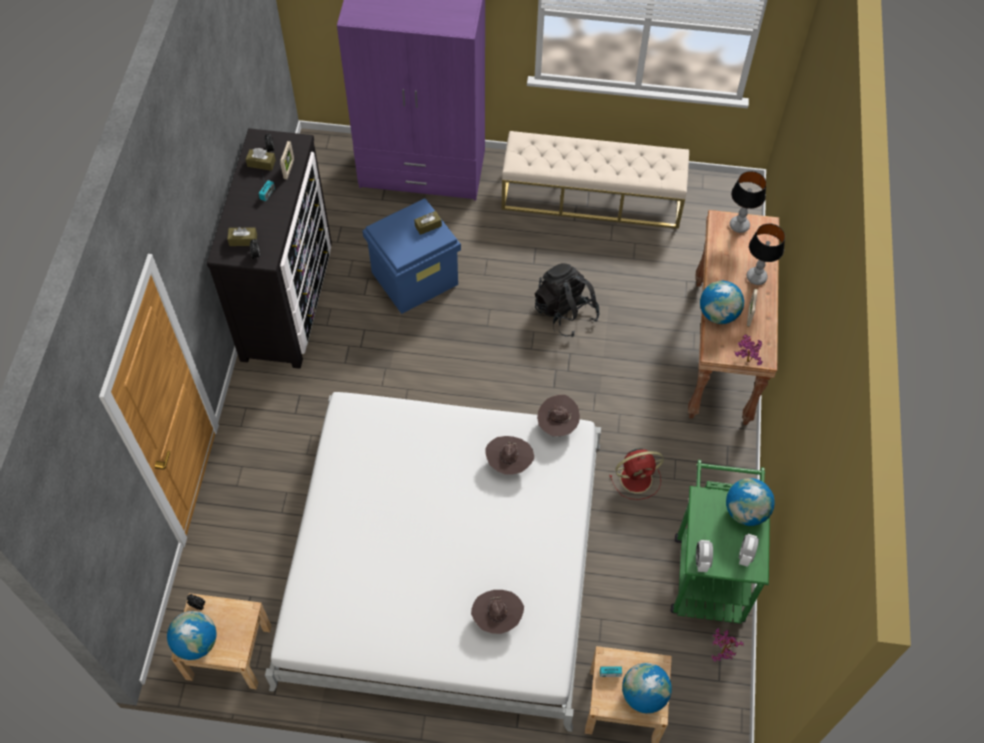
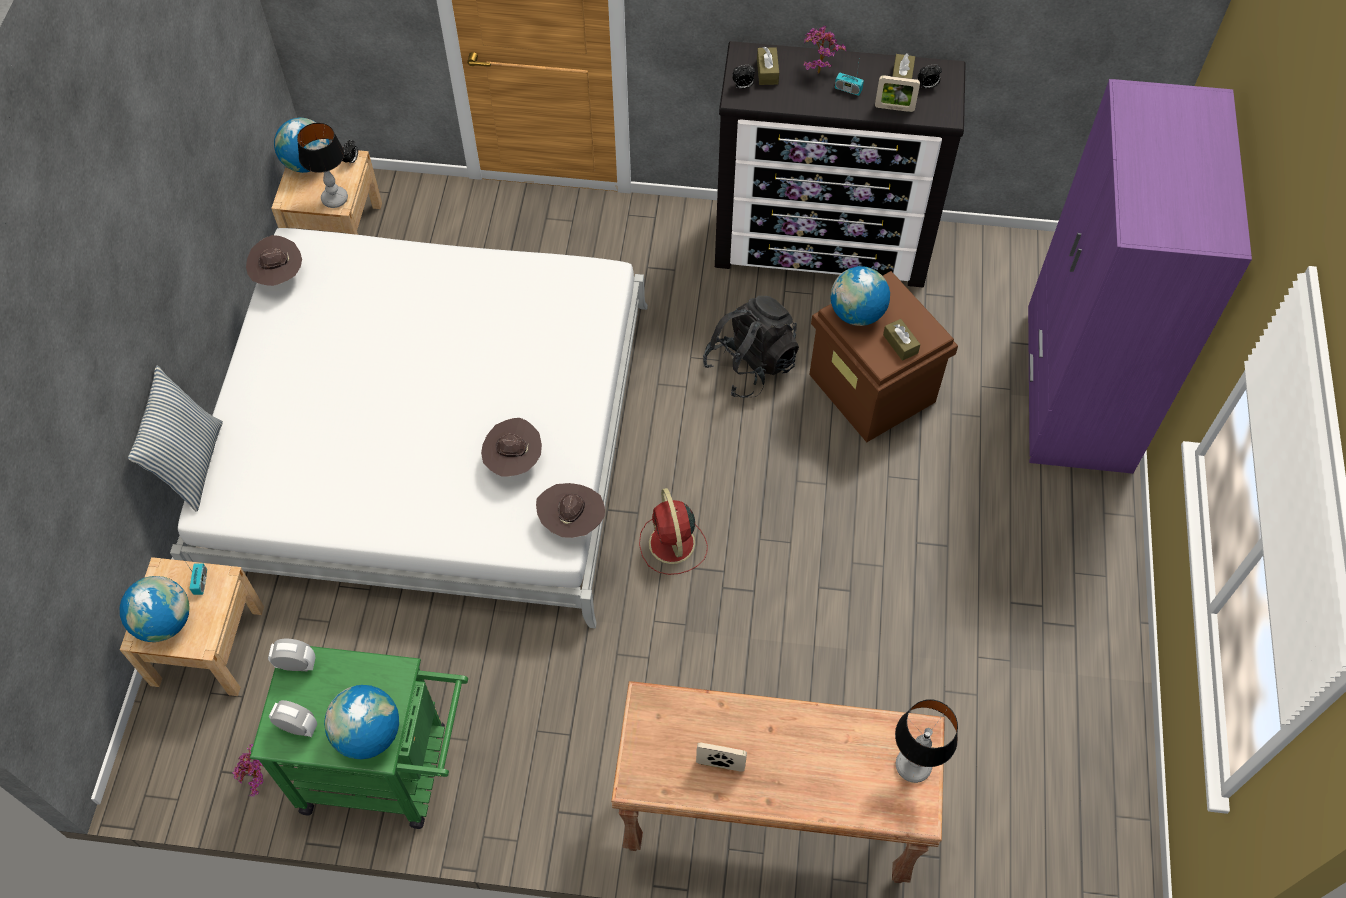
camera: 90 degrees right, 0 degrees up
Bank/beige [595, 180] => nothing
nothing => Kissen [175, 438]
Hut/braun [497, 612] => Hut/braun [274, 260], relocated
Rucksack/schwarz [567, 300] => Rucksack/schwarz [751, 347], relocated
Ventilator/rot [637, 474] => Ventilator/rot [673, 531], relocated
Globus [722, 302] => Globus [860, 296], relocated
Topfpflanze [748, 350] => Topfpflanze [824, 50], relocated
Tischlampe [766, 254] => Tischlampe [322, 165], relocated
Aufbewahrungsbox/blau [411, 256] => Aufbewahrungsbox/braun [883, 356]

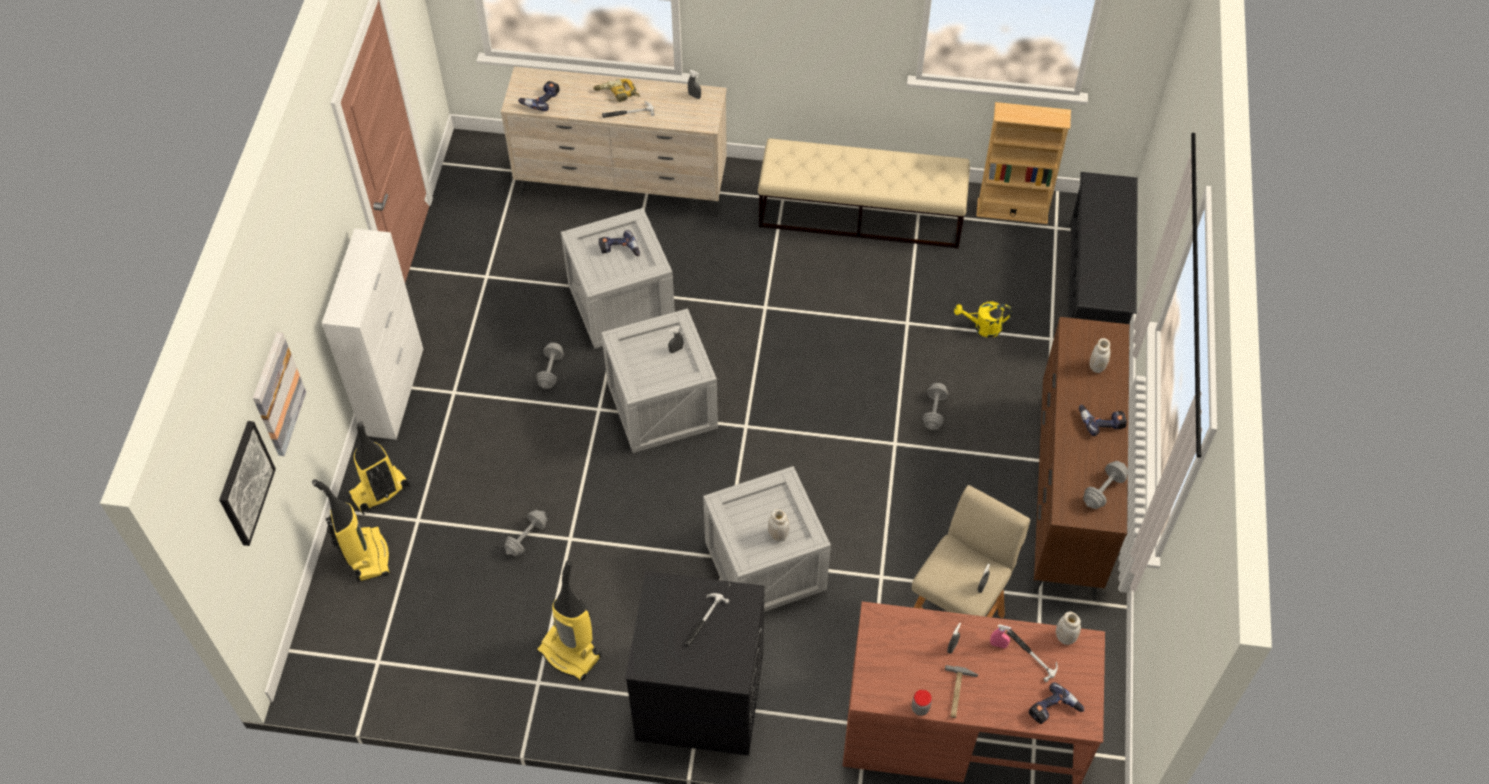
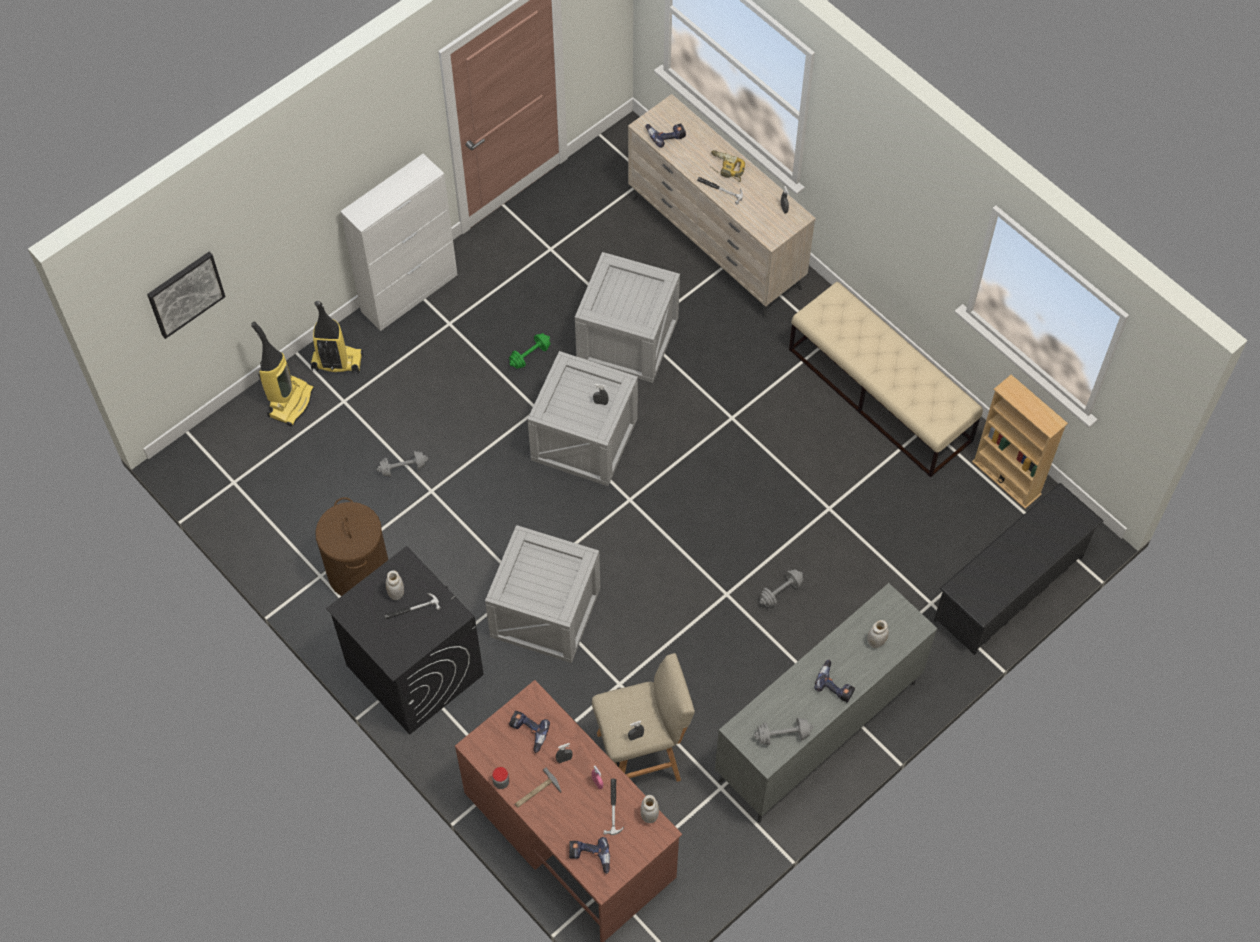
camera: 40 degrees right, 5 degrees up
Bild [279, 394] => nothing
Gießkanne/gelb [983, 320] => nothing
Bohrmaschine [619, 243] => Bohrmaschine [529, 732], relocated
Vorratsglas/weiß [778, 525] => Vorratsglas/weiß [395, 585], relocated
Staubsauger [568, 621] => Wäschekorb/braun [351, 546]
Hantel/grau [550, 366] => Hantel/grün [529, 351]
Kommode/braun [1081, 459] => Kommode/grau [826, 703]

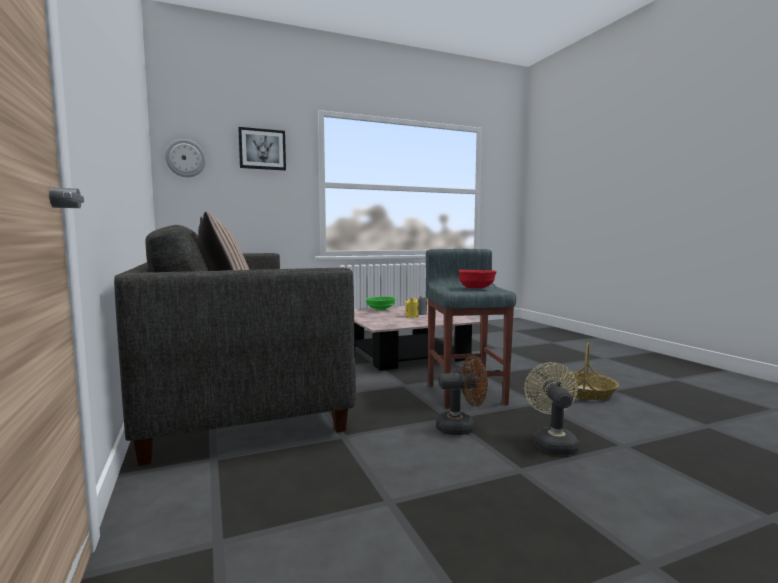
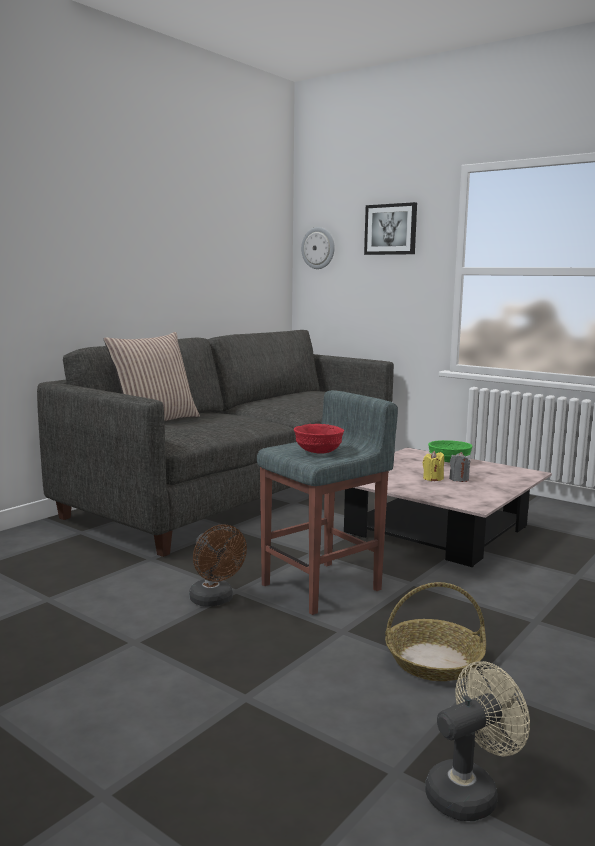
camera: 60 degrees right, 5 degrees up
Ventilator/beige [551, 408] => Ventilator/beige [477, 741], relocated

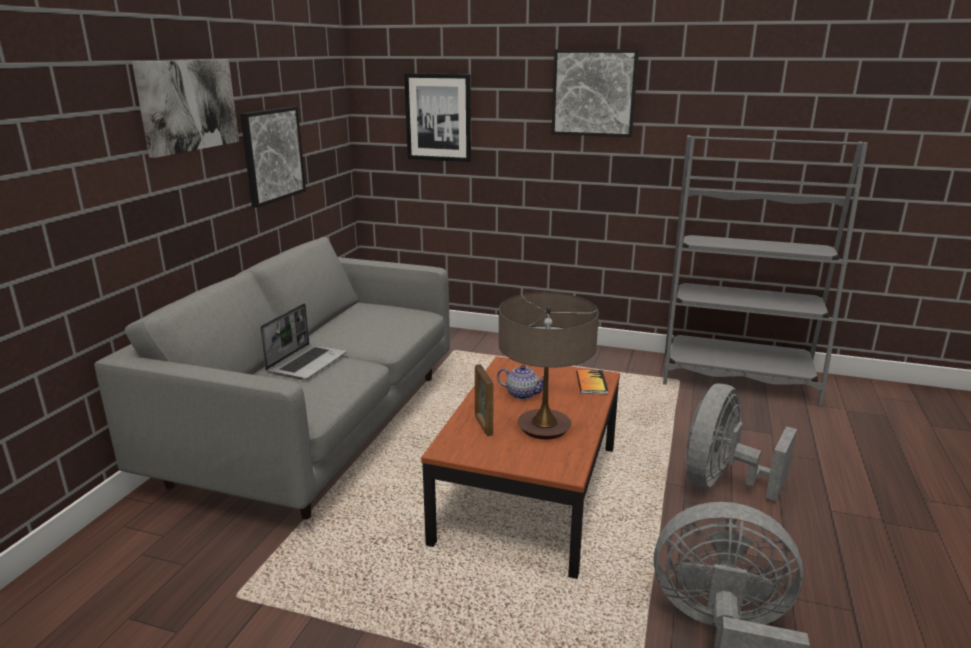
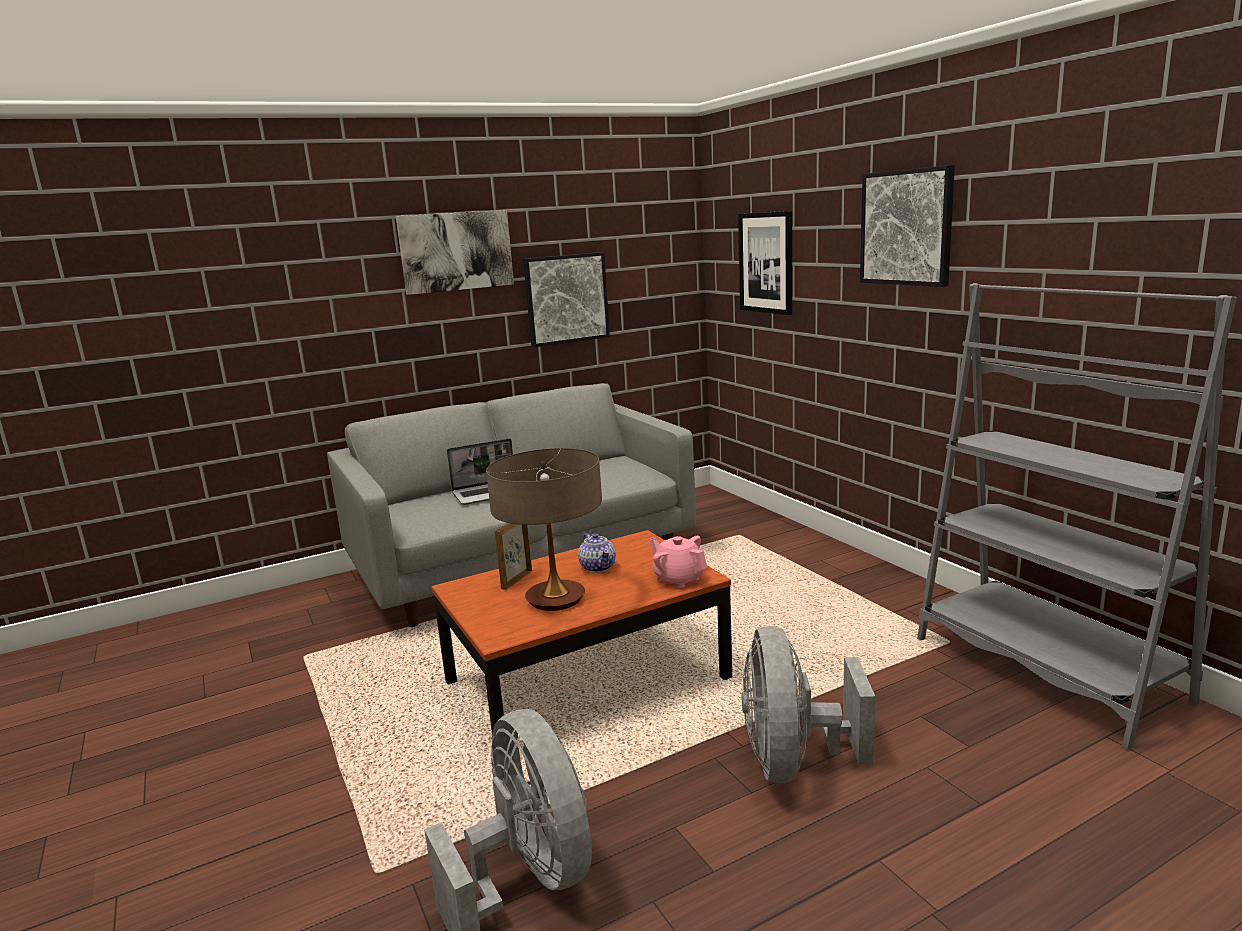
camera: 45 degrees right, 5 degrees down
Buch [592, 382] => Teekanne/rosa [678, 562]
Ventilator/grau [741, 442] => Ventilator/grau [808, 704], 75 degrees counterclockwise

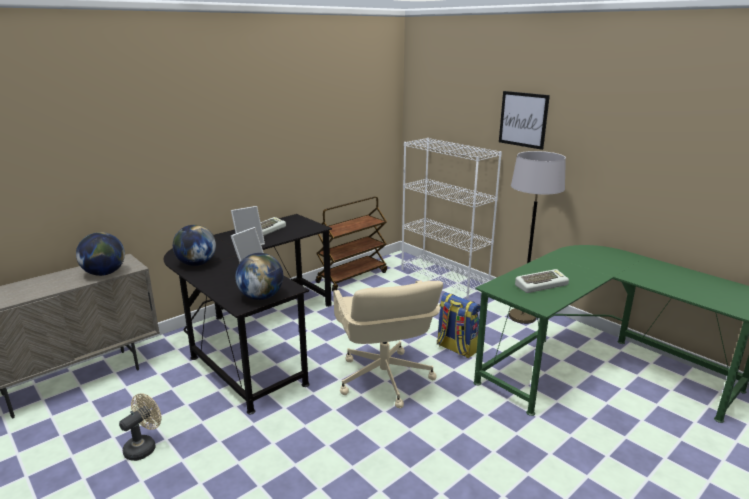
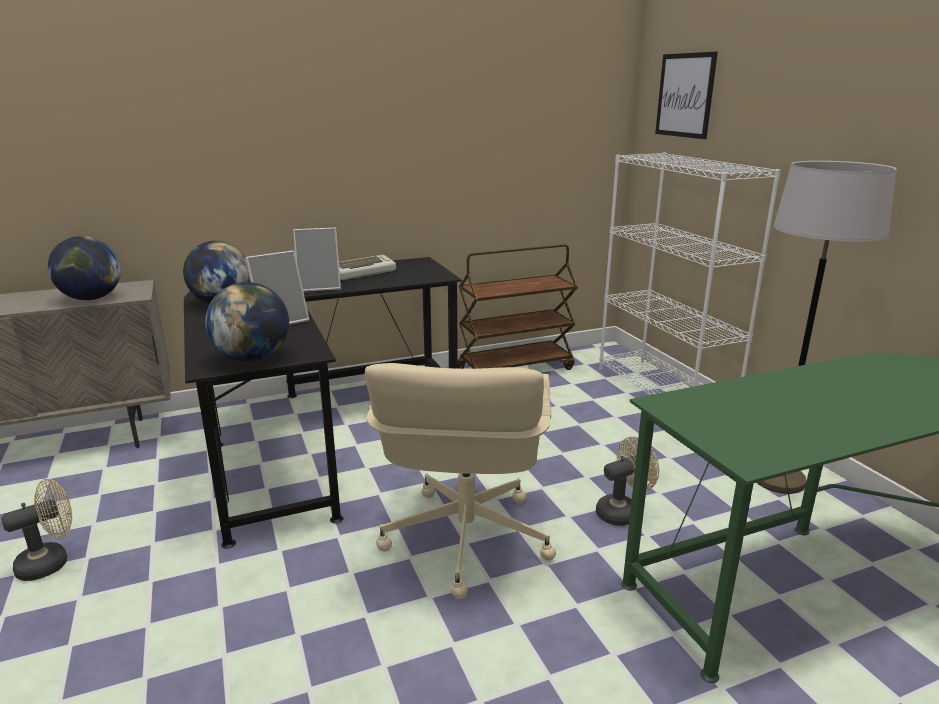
camera: 20 degrees right, 0 degrees up
Tastatur [542, 281] => nothing
Bild [524, 120] => Bild [686, 95], relocated
Rucksack [458, 325] => Ventilator/beige [627, 481]

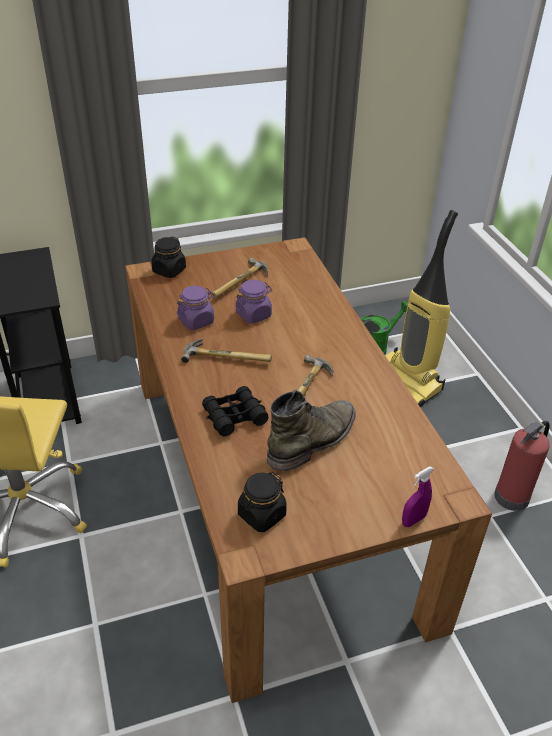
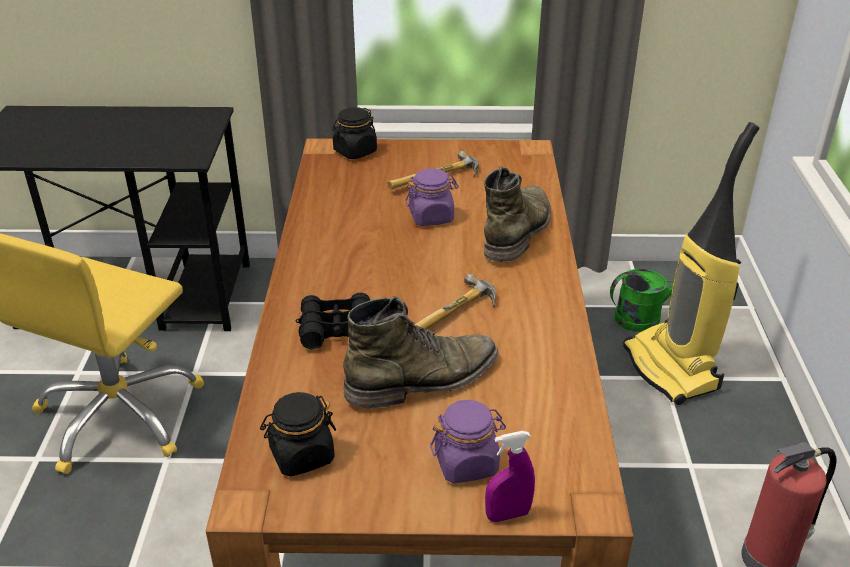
camera: 20 degrees right, 5 degrees down
Hammer [226, 350] => nothing
nothing => Stiefel/grün [517, 214]
Vorratsglas/lila [195, 308] => Vorratsglas/lila [468, 441], relocated

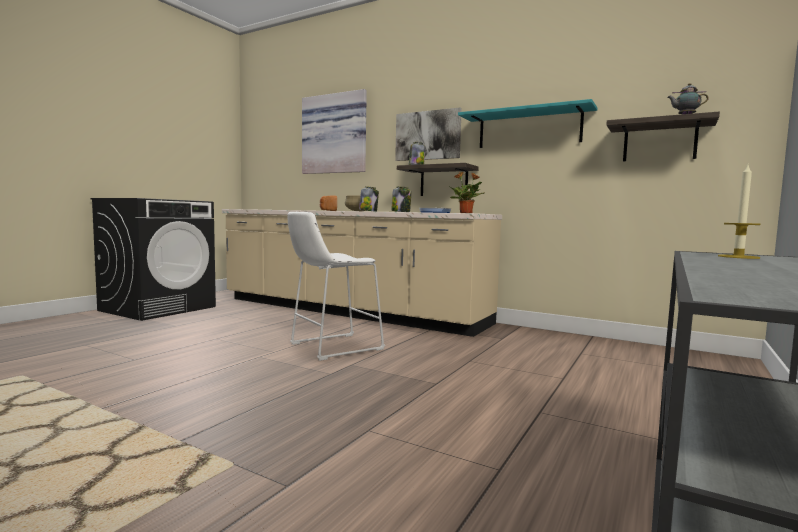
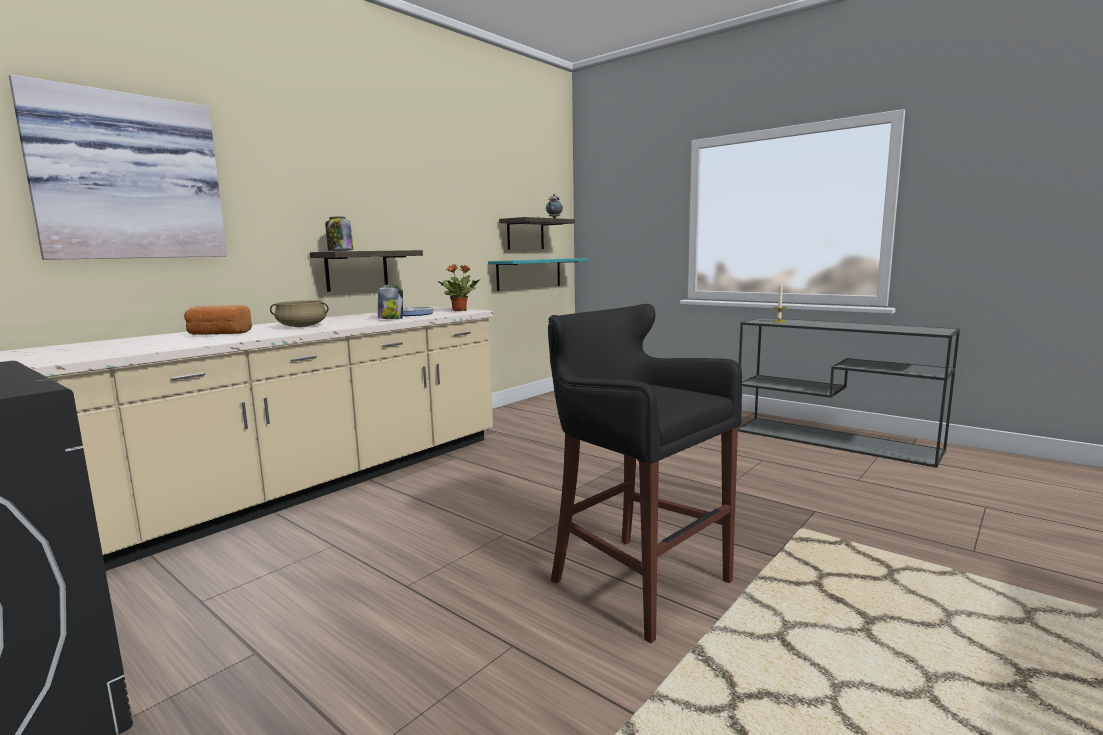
camera: 80 degrees left, 5 degrees up
Hocker/weiß [336, 286] => nothing
Vorratsglas [369, 199] => nothing
Bild [428, 134] => nothing
nothing => Hocker/schwarz [645, 473]
Wandregal/türkis [527, 123] => Wandregal/türkis [538, 274], relocated

